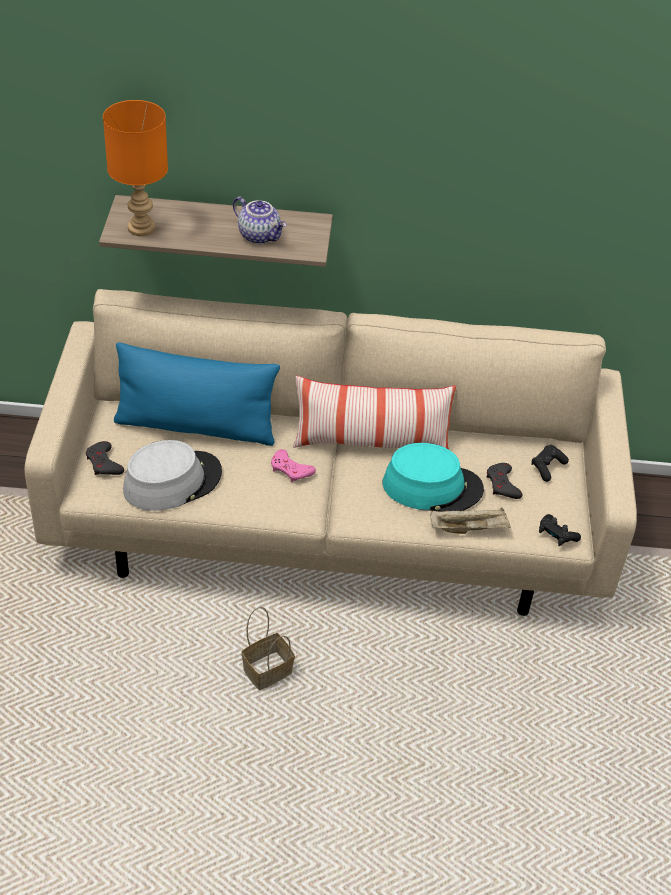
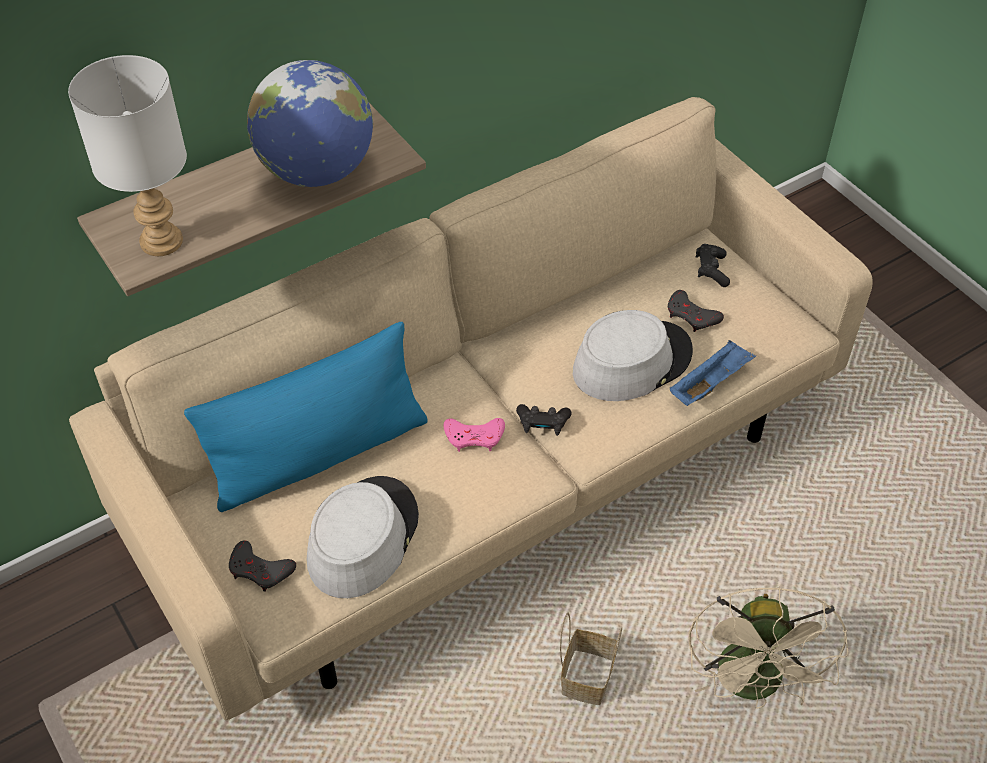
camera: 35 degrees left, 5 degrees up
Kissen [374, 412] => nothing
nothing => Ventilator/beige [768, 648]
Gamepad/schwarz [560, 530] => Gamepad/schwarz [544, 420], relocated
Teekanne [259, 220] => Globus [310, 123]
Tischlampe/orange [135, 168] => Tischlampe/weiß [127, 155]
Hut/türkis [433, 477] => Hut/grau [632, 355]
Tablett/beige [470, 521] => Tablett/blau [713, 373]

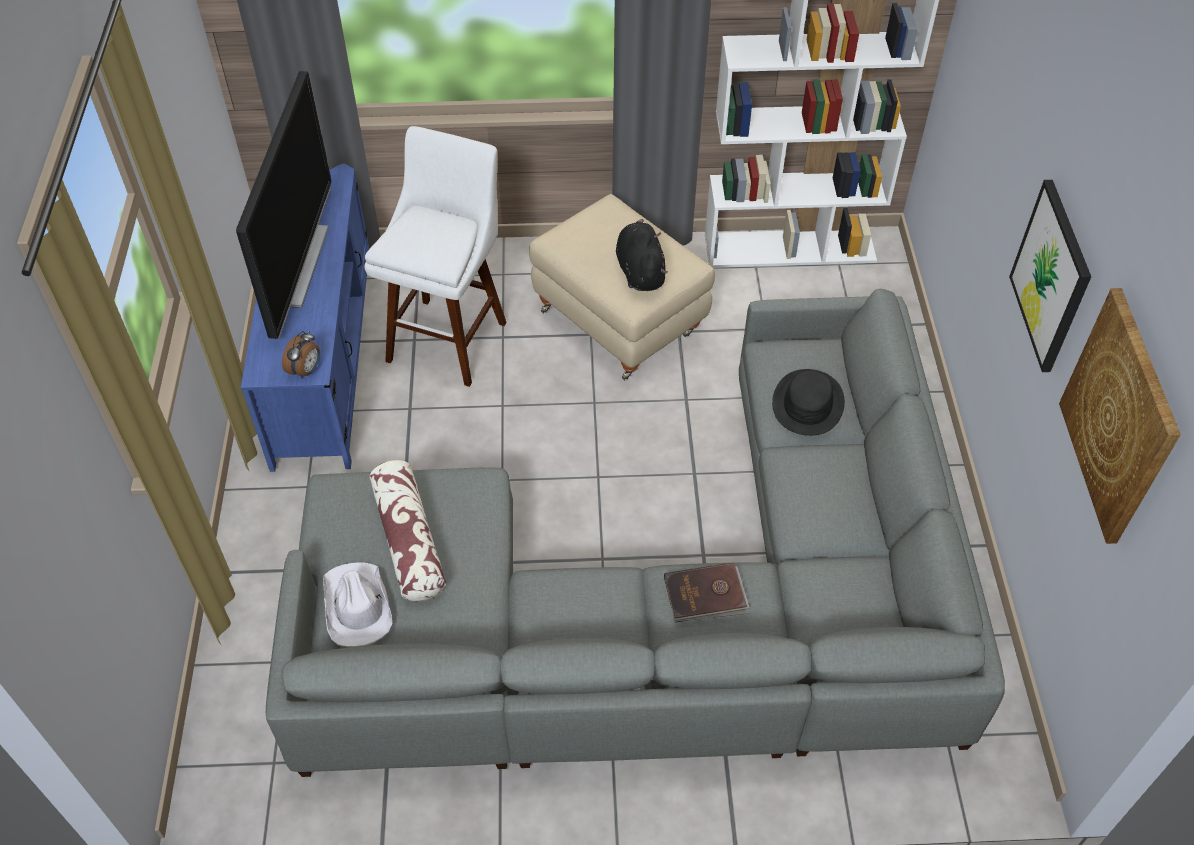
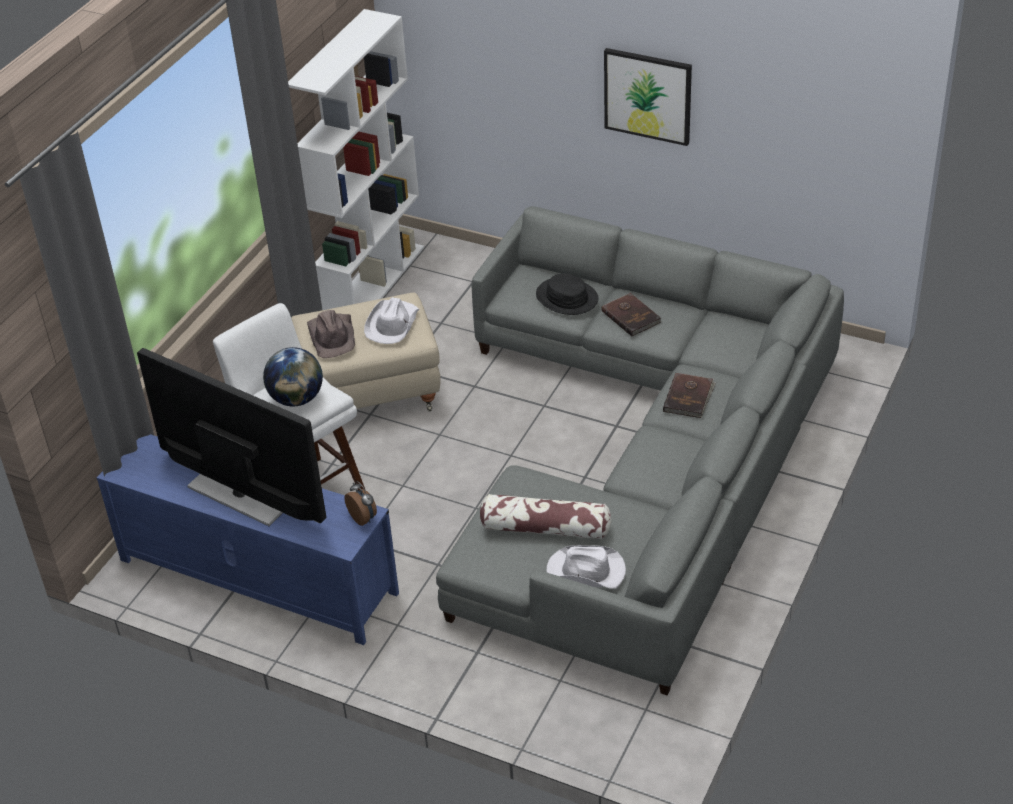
camera: 60 degrees left, 10 degrees down
Bild [1120, 416] => nothing
nothing => Globus [293, 376]
nothing => Hut/braun [331, 334]
nothing => Buch/braun [631, 314]
Plüschtier/schwarz [642, 255] => Hut/weiß [391, 320]

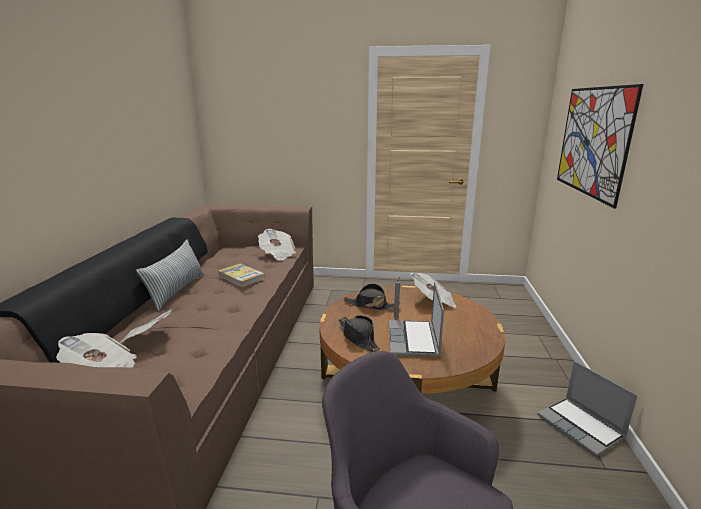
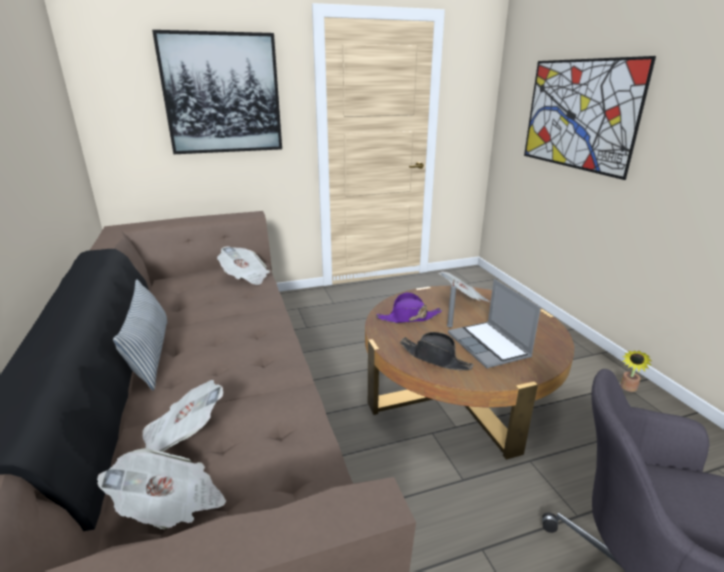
camera: 25 degrees left, 5 degrees up
Buch [241, 275] => nothing
nothing => Bild [217, 92]
Laptop [588, 408] => Topfpflanze [636, 371]
Hut/schwarz [371, 296] => Hut/lila [409, 307]

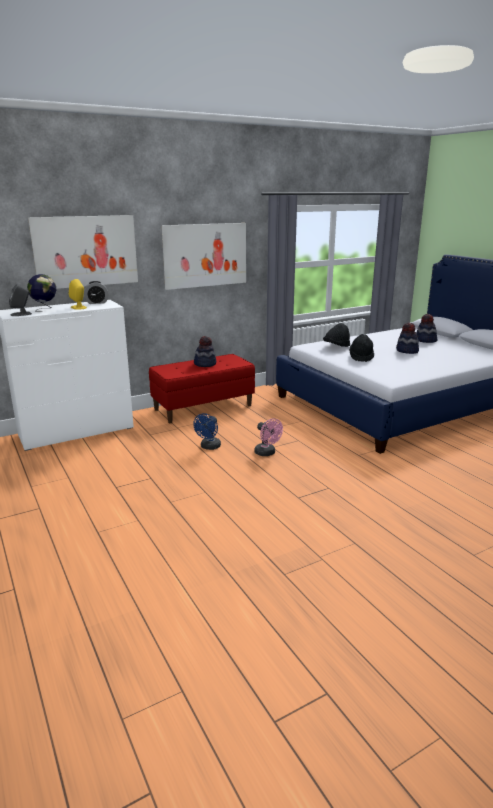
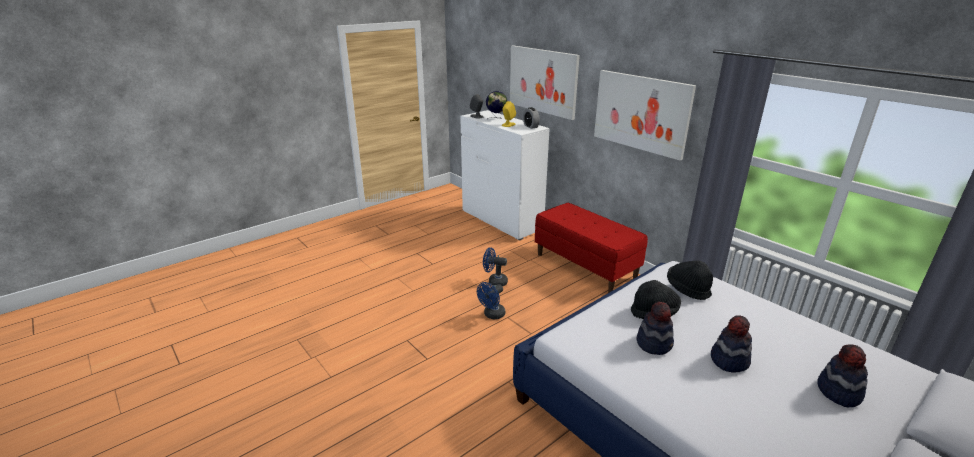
camera: 80 degrees right, 5 degrees up
Hut [205, 351] => Hut [655, 328], relocated
Ventilator/rosa [269, 437] => Ventilator/blau [491, 300]

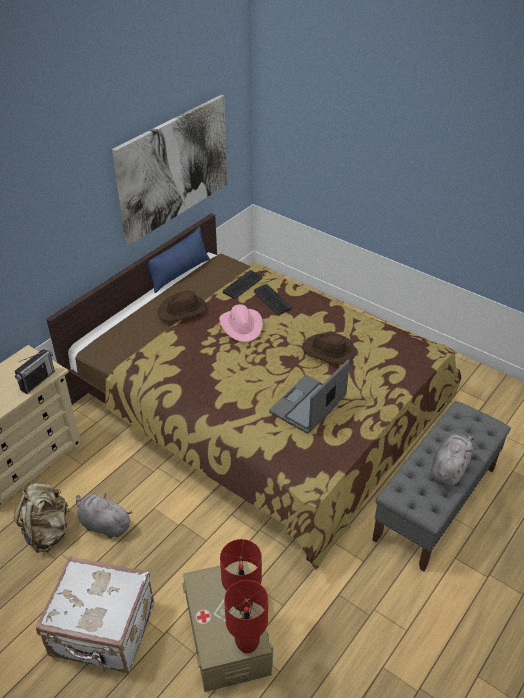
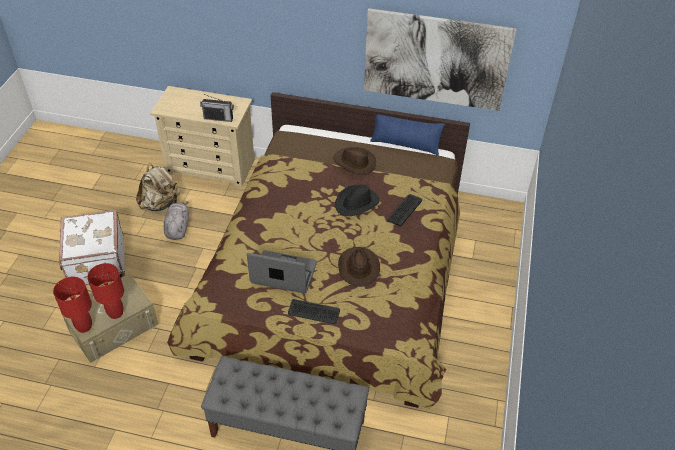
camera: 65 degrees right, 5 degrees up
Plüschtier/grau [453, 460] => nothing
Tastatur [242, 284] => Tastatur [314, 311], relocated
Hut/rosa [241, 323] => Hut/schwarz [357, 200]

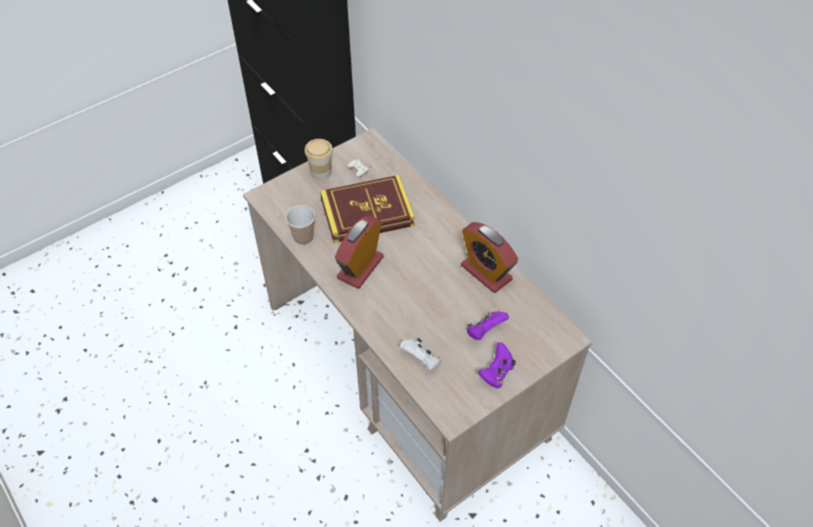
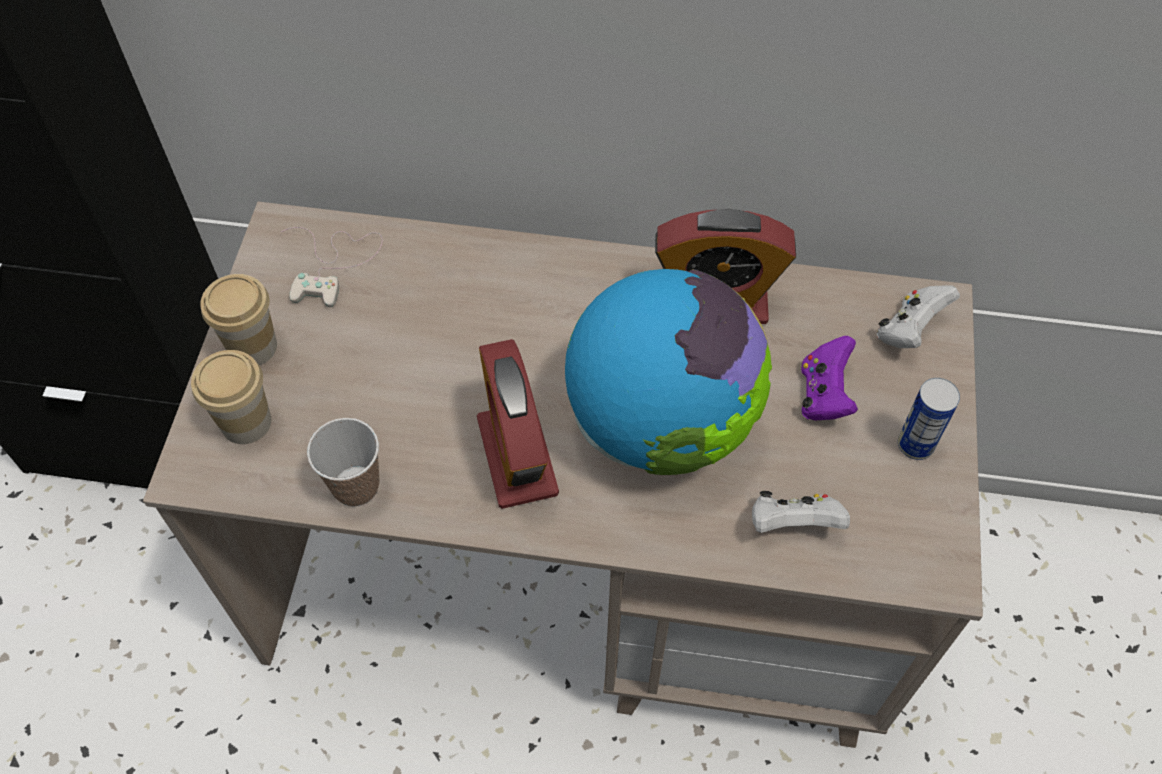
camera: 45 degrees left, 5 degrees up
Buch [367, 209] => nothing
nothing => Tasse [231, 397]
nothing => Globus [668, 372]
nothing => Gamepad/weiß [918, 316]
Gamepad/lila [497, 366] => Dose [929, 419]

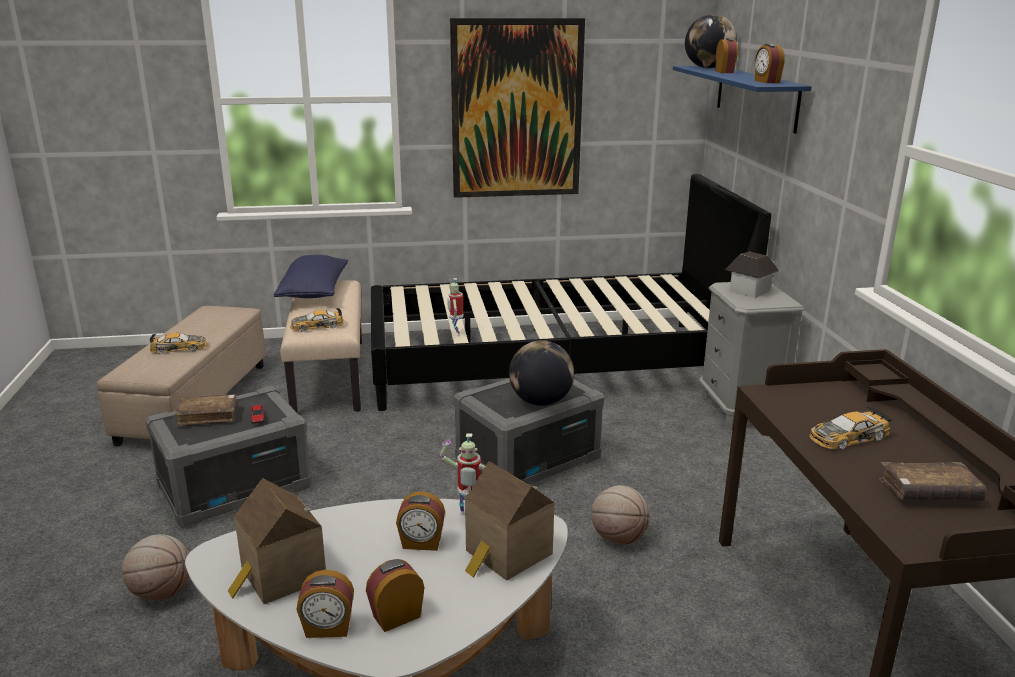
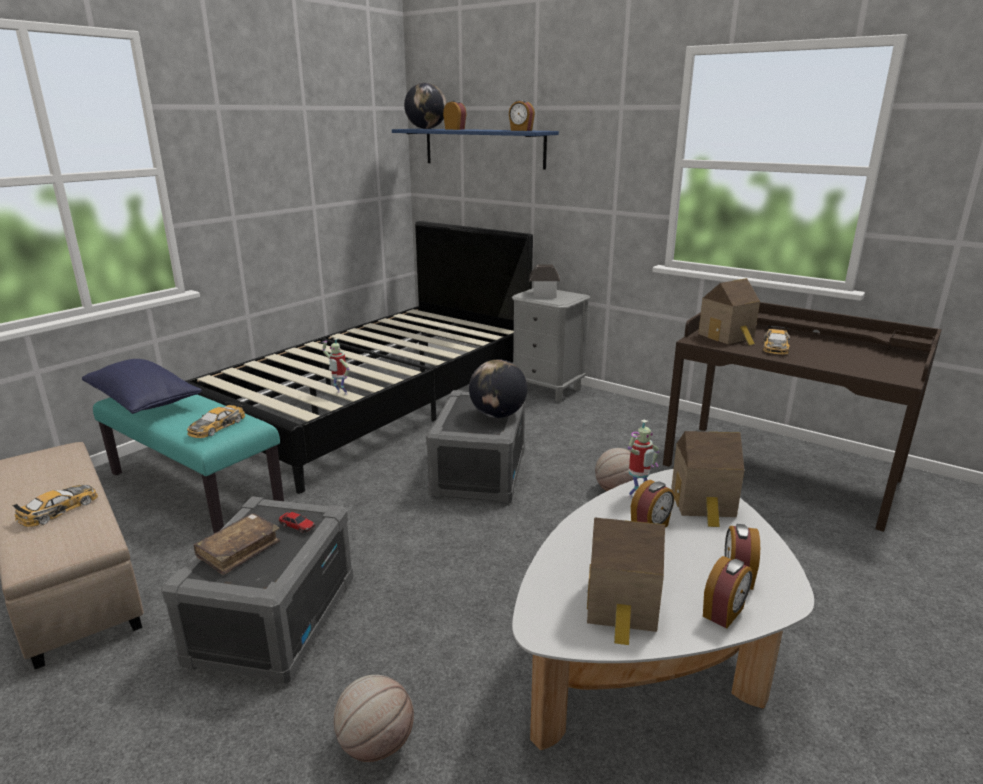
camera: 45 degrees left, 0 degrees up
Bild [517, 108] => nothing
Buch/braun [933, 481] => nothing
nothing => Spielzeughaus [729, 312]
Bank/beige [321, 346] => Bank/türkis [188, 463]

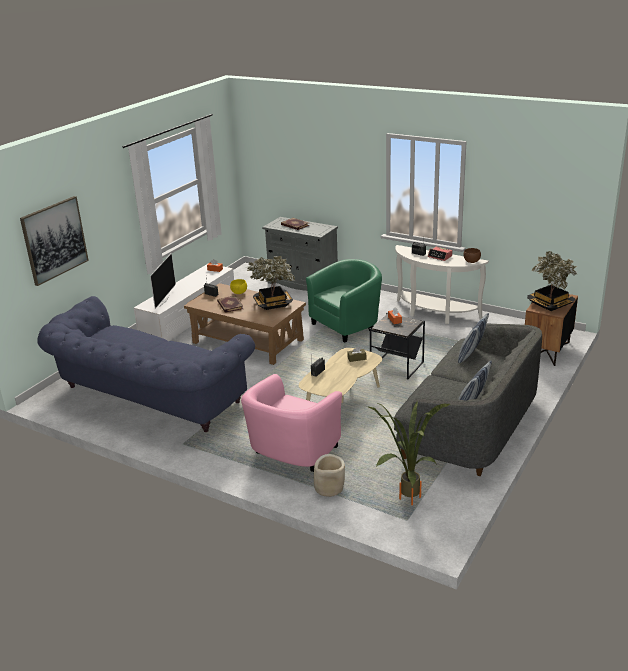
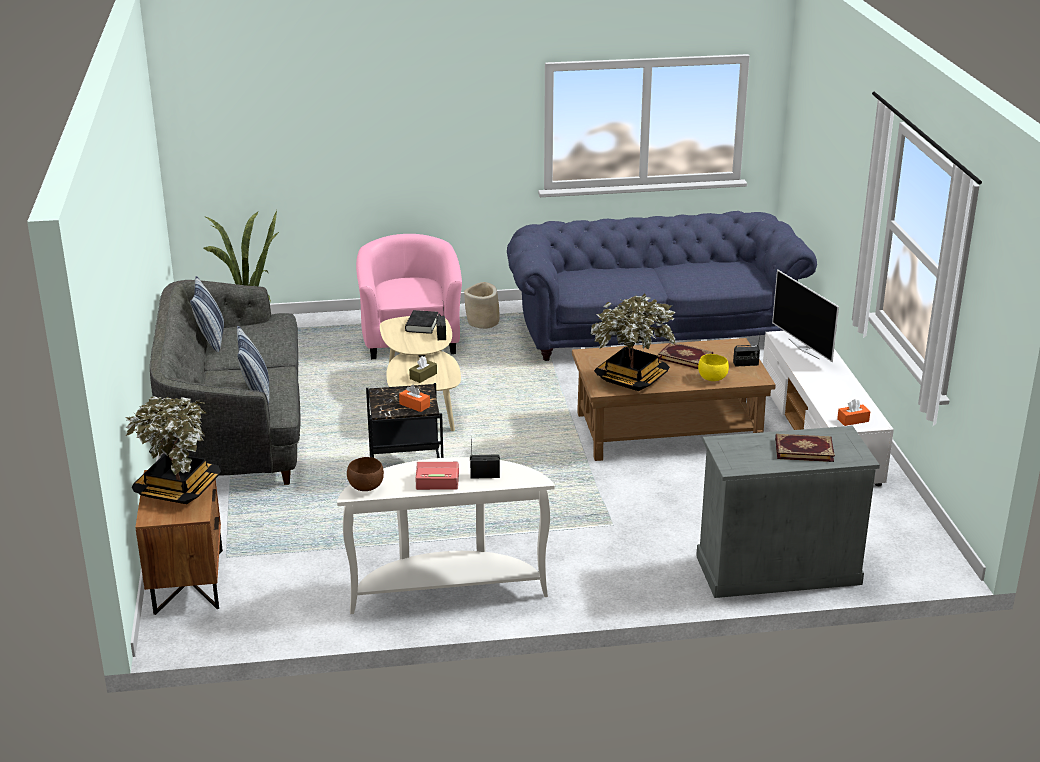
camera: 140 degrees right, 0 degrees up
Bild [54, 241] => nothing
Sessel/grün [344, 300] => nothing
nothing => Buch/schwarz [421, 322]
Pflanzkübel/beige [329, 475] => Pflanzkübel/beige [482, 305], relocated

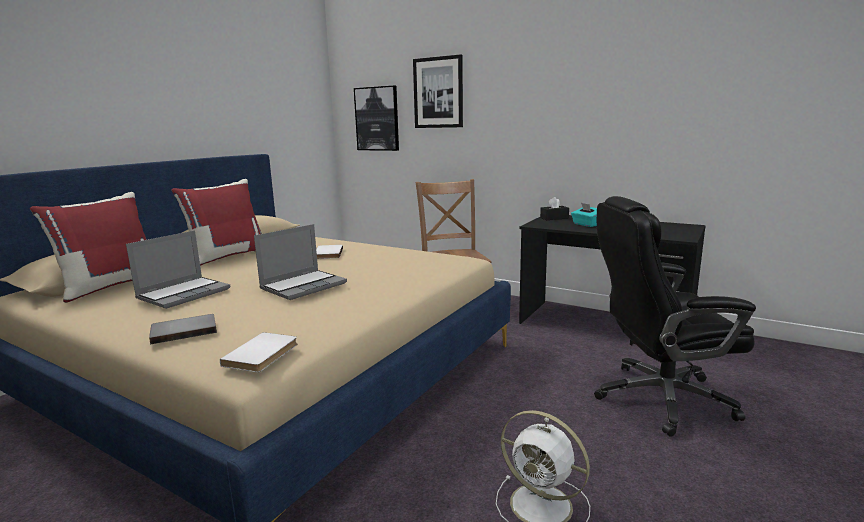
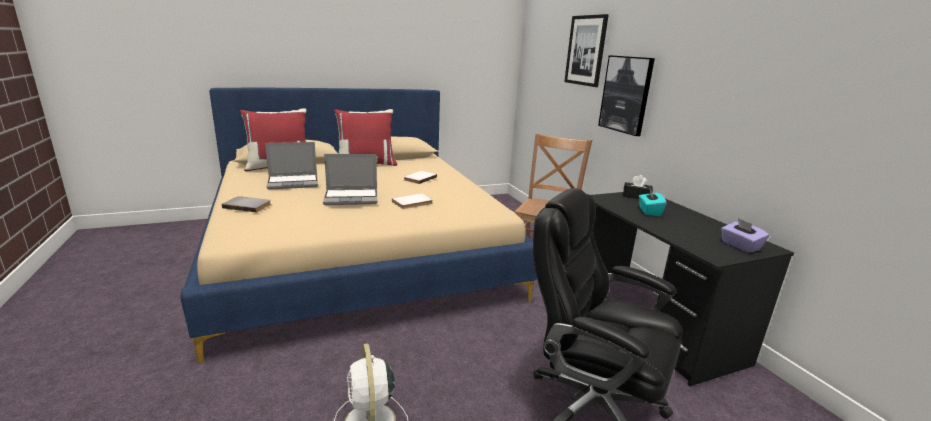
camera: 35 degrees right, 5 degrees up
nothing => Taschentuchbox/lila [745, 235]
Buch/weiß [258, 352] => Buch/weiß [412, 201], relocated
Bild [376, 118] => Bild [626, 95], relocated

